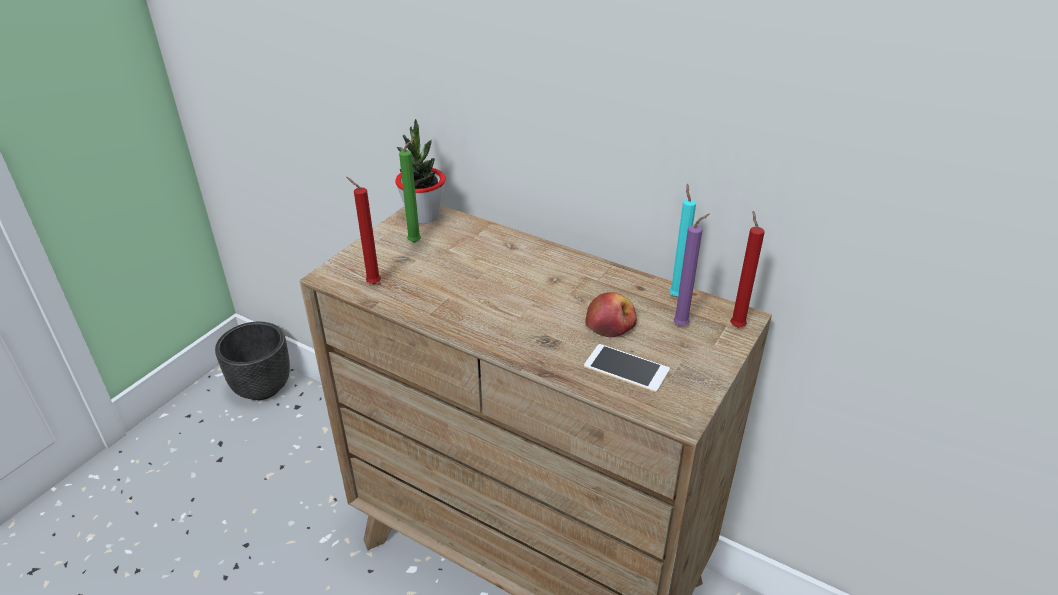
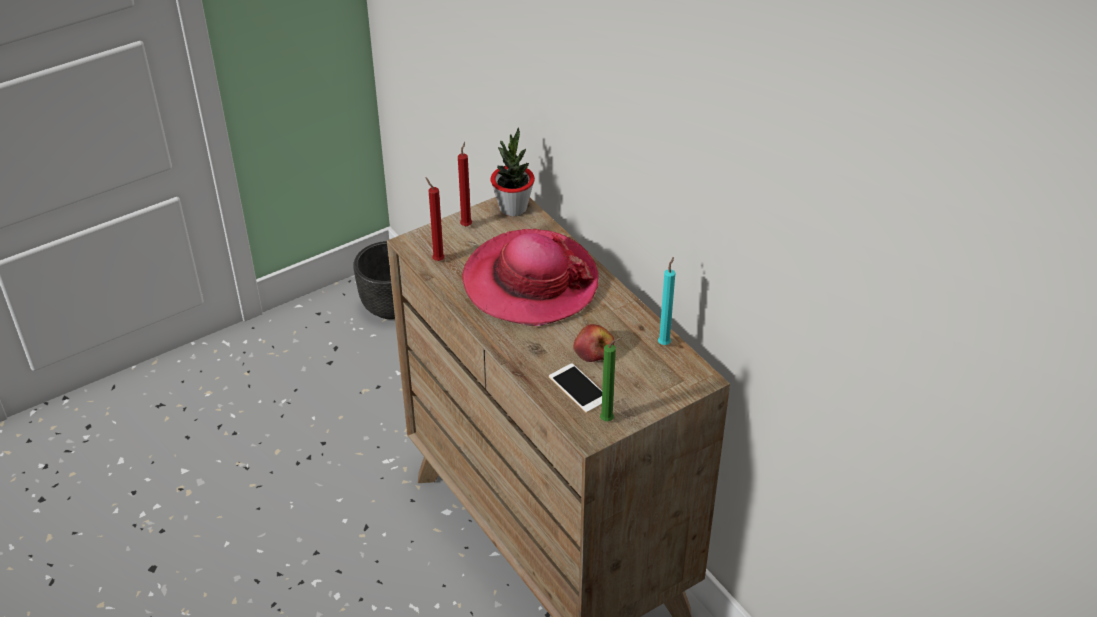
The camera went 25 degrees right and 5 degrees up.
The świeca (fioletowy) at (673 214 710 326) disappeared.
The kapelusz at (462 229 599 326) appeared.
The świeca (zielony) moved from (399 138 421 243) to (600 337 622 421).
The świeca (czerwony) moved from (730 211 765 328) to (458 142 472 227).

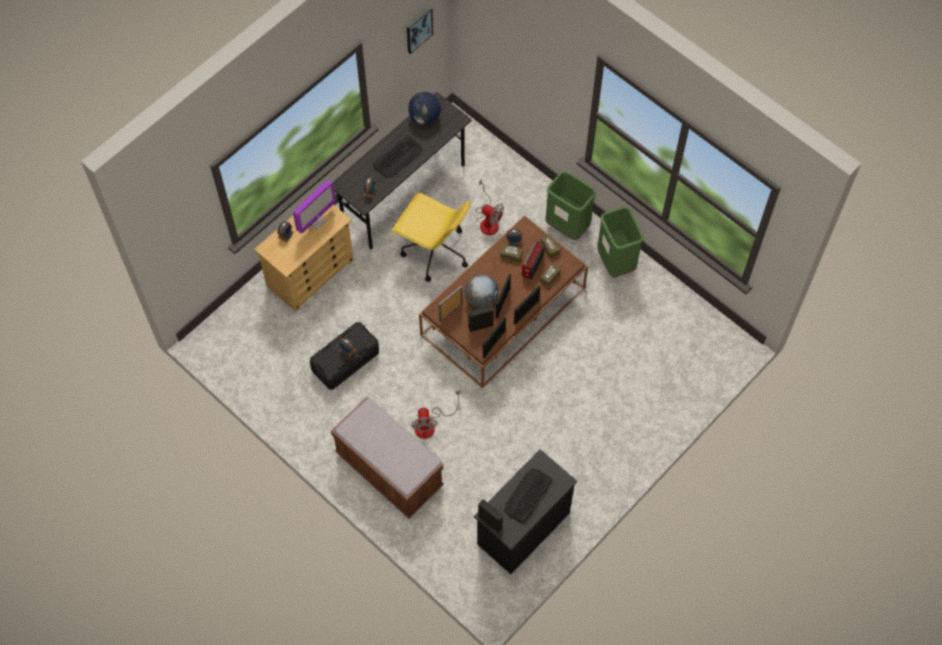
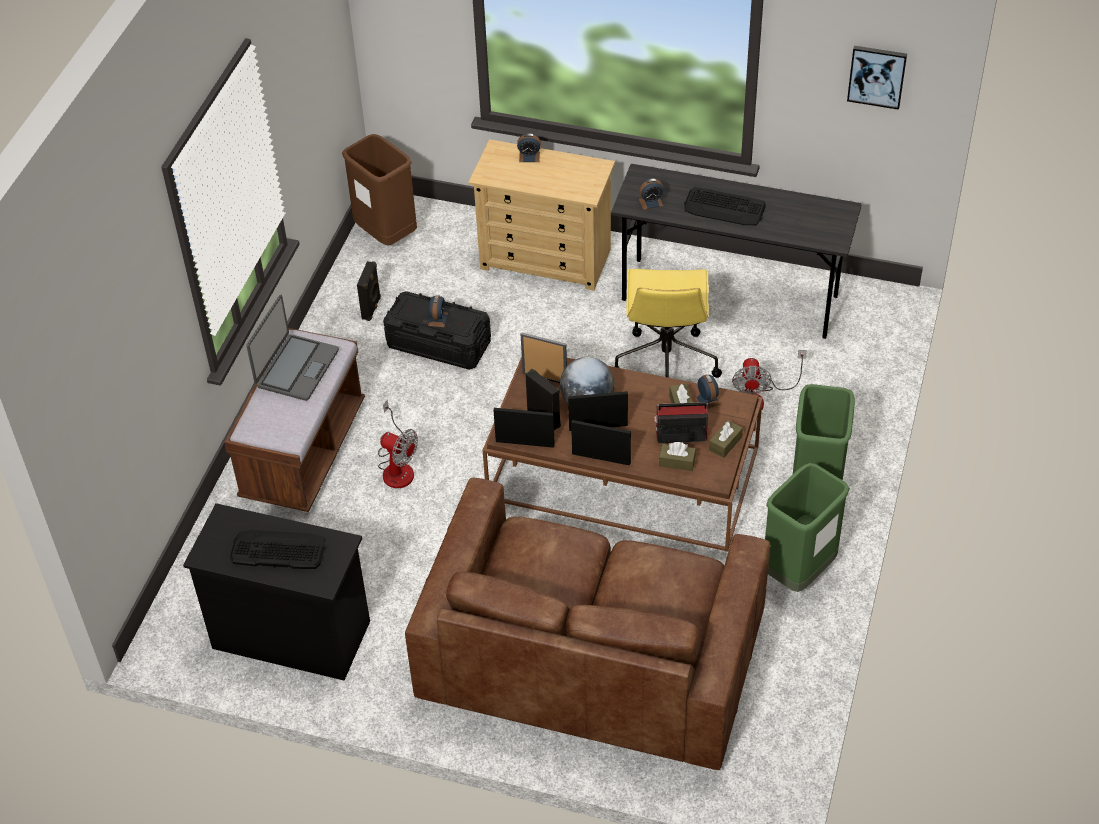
The camera went 65 degrees right and 15 degrees down.
The monitor at (293 180 336 233) disappeared.
The globus at (408 92 441 125) disappeared.
The laptop at (246 295 339 401) appeared.
The kosz na śmieci (brązowy) at (342 134 417 246) appeared.
The kanapa (brązowy) at (405 478 770 770) appeared.
The głośnik (czarny) moved from (478 499 503 533) to (357 261 381 321).
The wentylator at (411 391 461 439) turned 120 degrees counterclockwise.

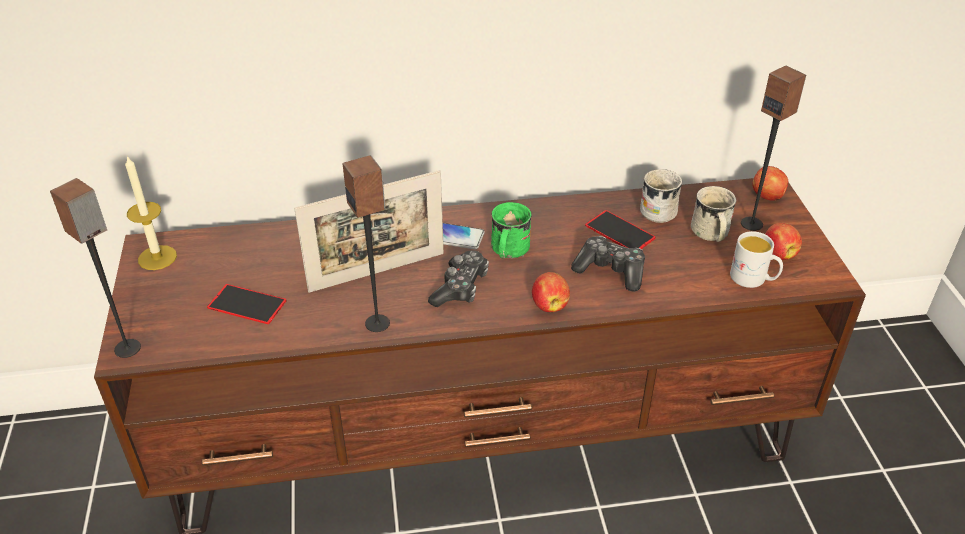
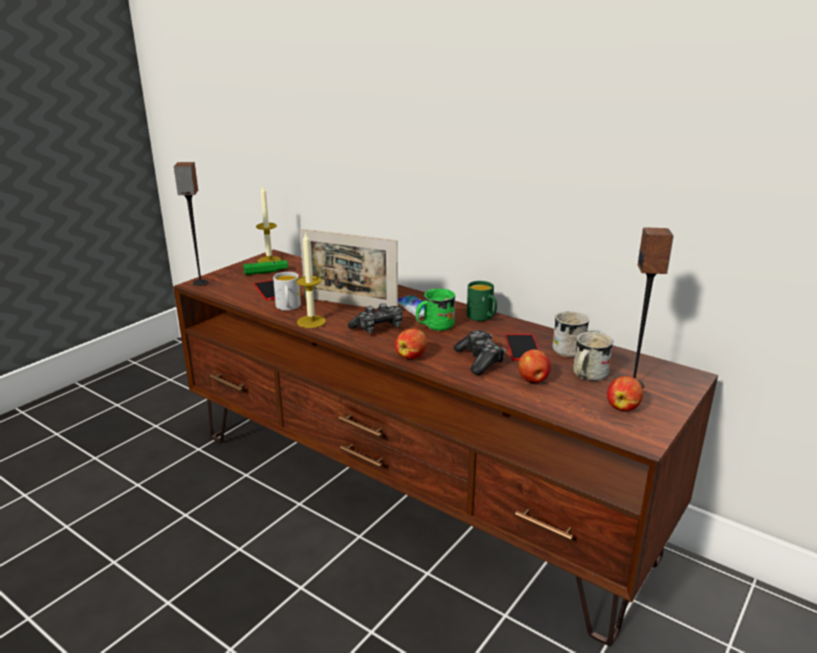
The camera went 45 degrees right and 15 degrees down.
The pad do gier (zielony) at (243 260 288 275) appeared.
The kubek (zielony) at (467 281 497 321) appeared.
The kubek (biały) moved from (730 231 783 288) to (273 272 301 311).
The jabłko moved from (752 166 788 201) to (518 349 551 383).
The głośnik at (343 155 390 332) was replaced by the świeca at (296 231 326 328).

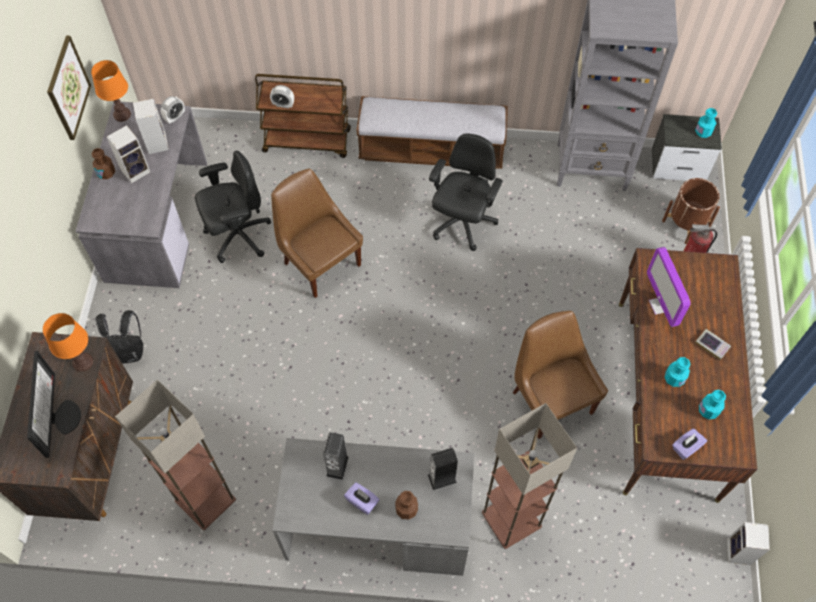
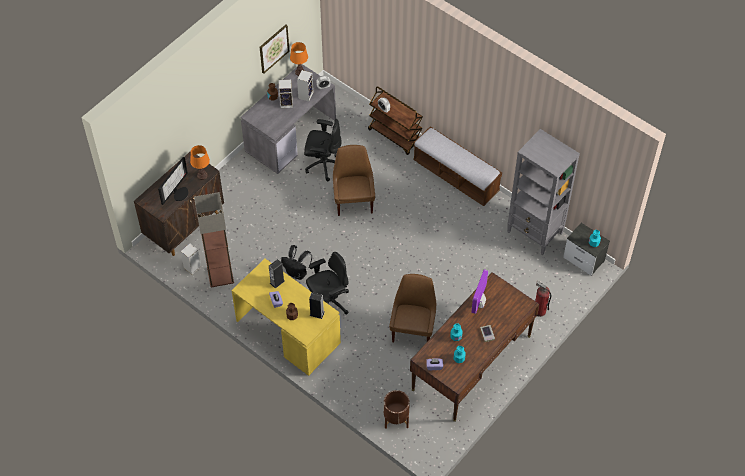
The camera went 35 degrees right and 5 degrees down.
The lampa stojąca at (482 403 577 549) disappeared.
The plecak (czarny) moved from (95 310 143 364) to (281 245 312 280).
The krzesło biurowe (czarny) moved from (429 134 503 251) to (306 252 349 315).
The donica (brązowy) moved from (662 178 720 244) to (384 390 410 429).
The głośnik moved from (727 522 770 565) to (180 243 201 275).
The biurko (szary) at (272 438 474 576) became the biurko (żółty) at (231 259 341 376).

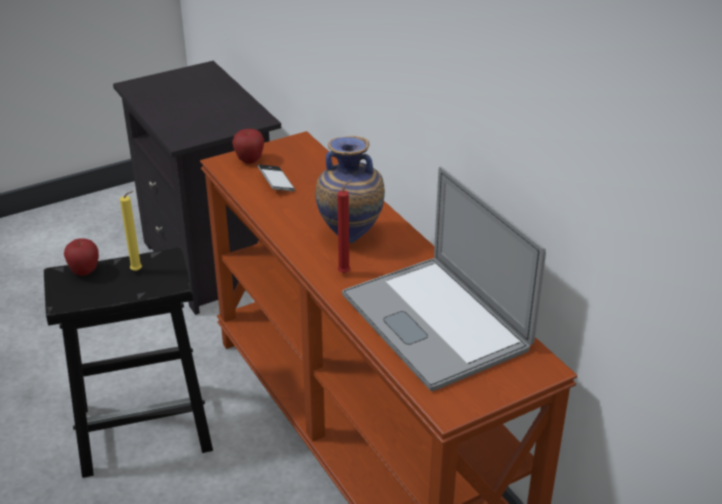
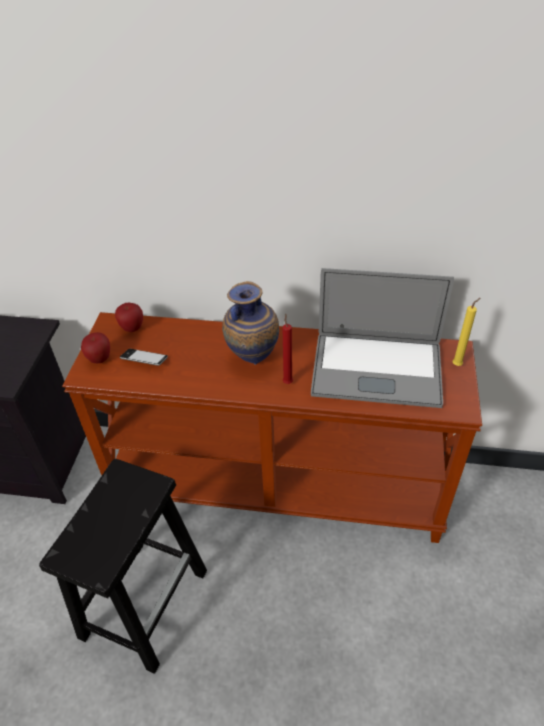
The camera went 50 degrees left and 10 degrees up.
The jabłko moved from (64 238 99 276) to (115 303 143 332).
The świeca (żółty) moved from (120 191 142 271) to (453 298 480 366).

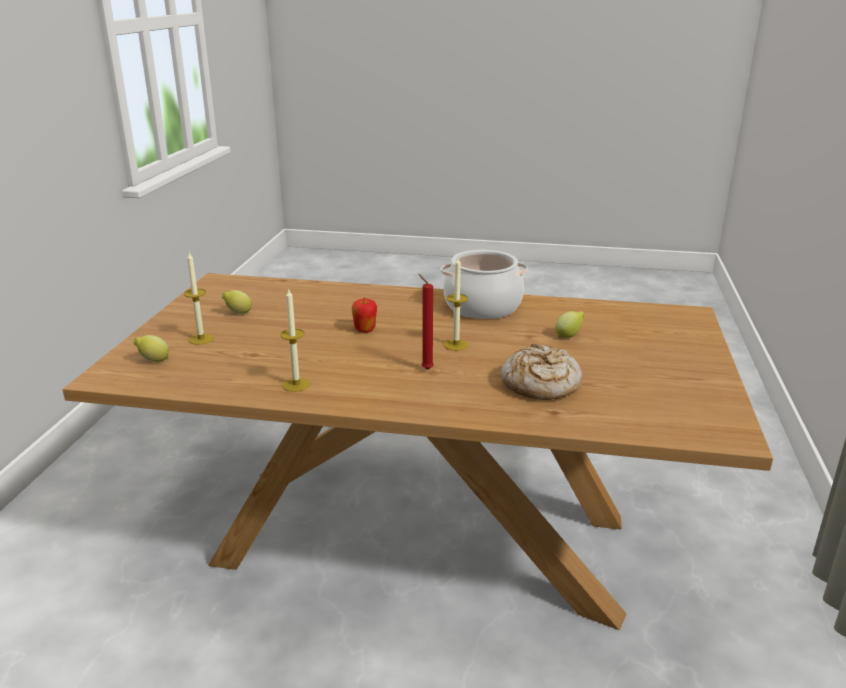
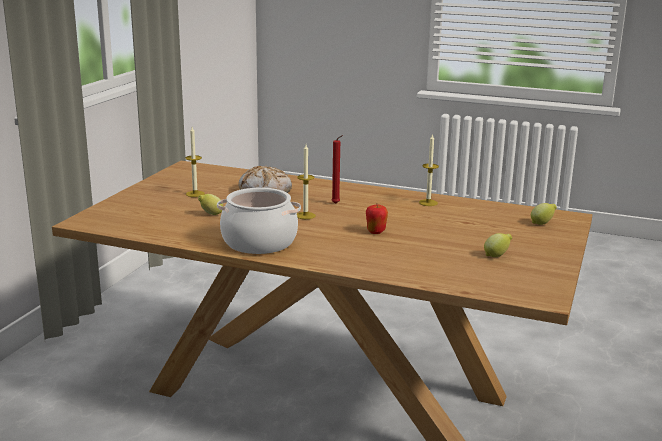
The camera went 170 degrees left and 5 degrees down.
The świeca moved from (184 253 214 345) to (186 127 205 197).

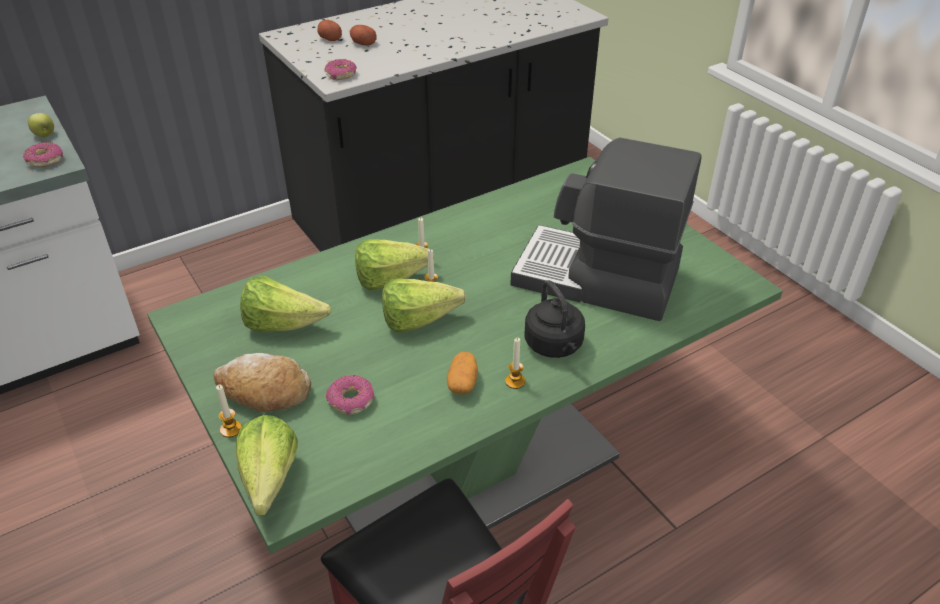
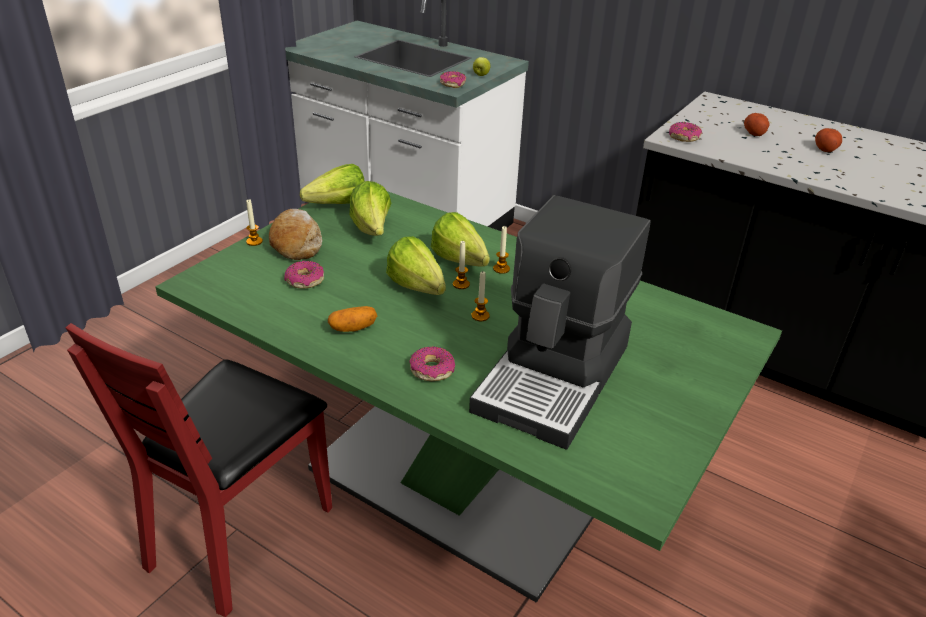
The camera went 65 degrees right and 5 degrees down.
The sałata moved from (236 415 298 515) to (300 164 365 204).
The ziemniak moved from (317 20 342 41) to (815 128 842 152).
The świeca moved from (505 338 525 389) to (471 272 490 321).
The czajnik (czarny) at (524 280 585 358) was replaced by the donut at (409 346 455 381).
The ekspres do kawy at (510 137 702 321) turned 150 degrees counterclockwise.

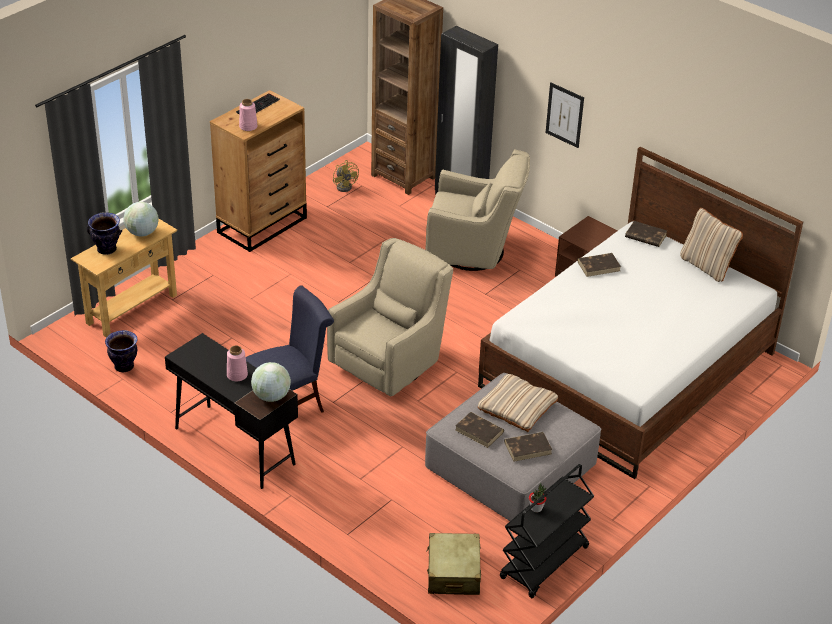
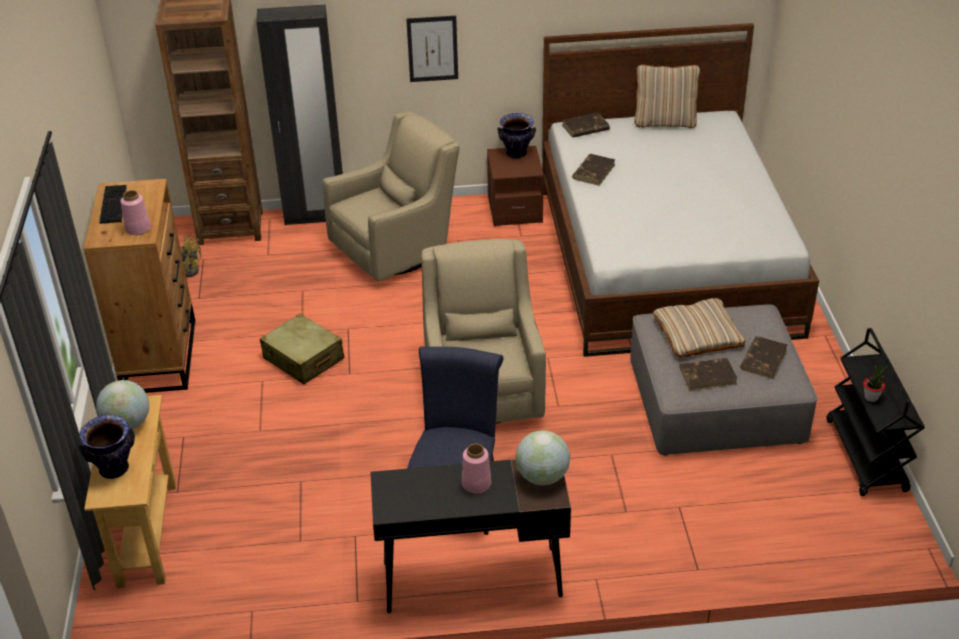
The camera went 45 degrees left and 0 degrees up.
The wazon moved from (105 330 137 372) to (498 113 536 159).
The walizka (beżowy) moved from (426 533 481 595) to (260 314 344 384).

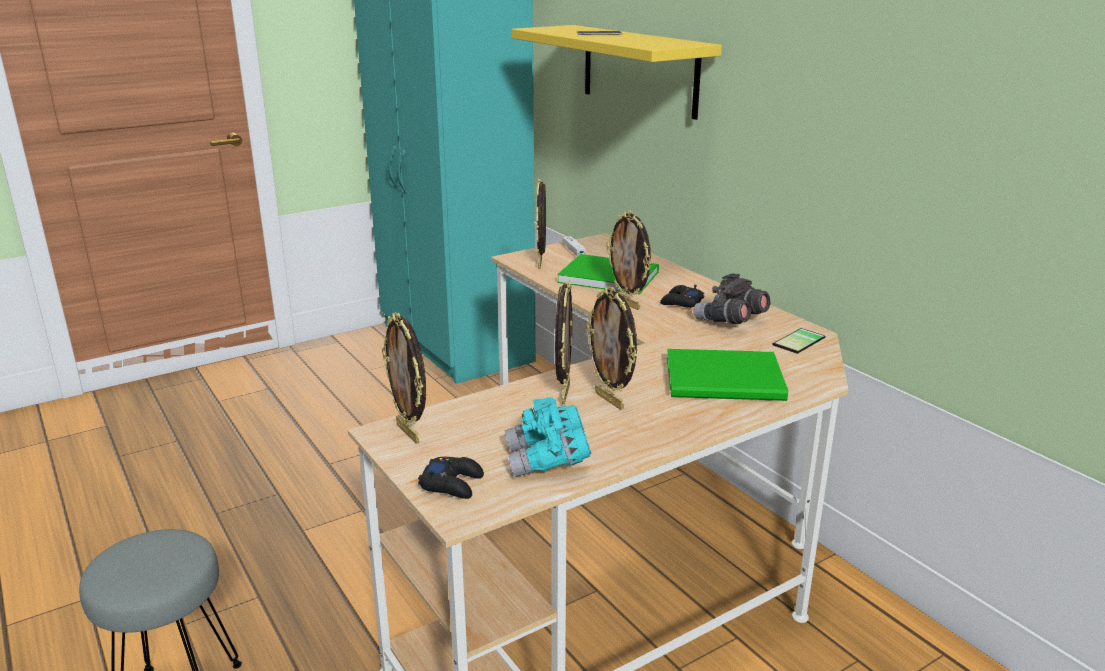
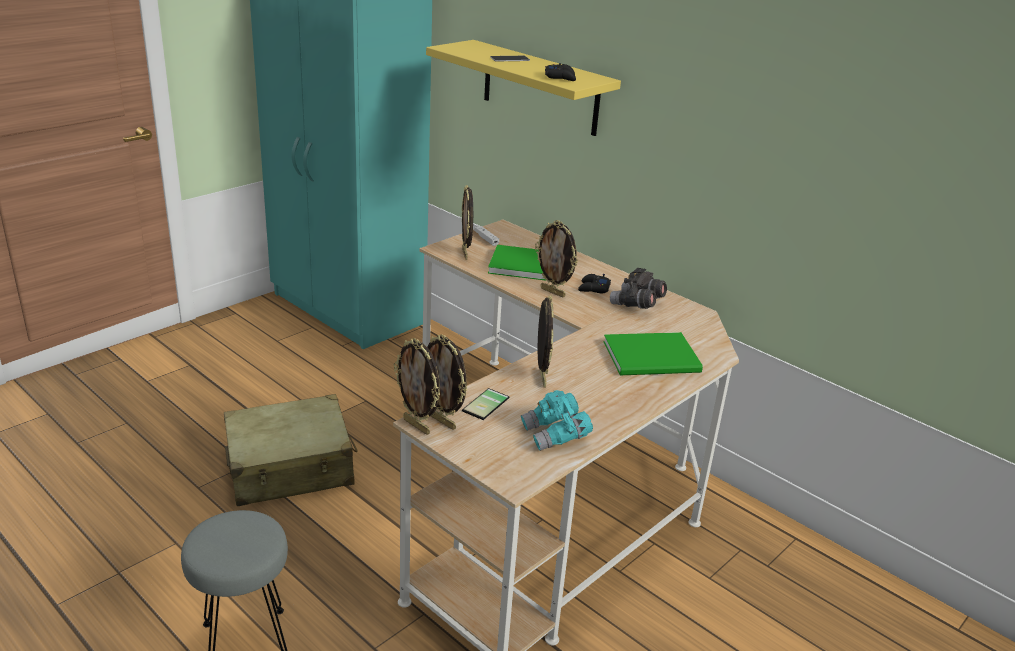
The camera went 15 degrees left and 5 degrees up.
The walizka (beżowy) at (224 394 358 506) appeared.
The pad do gier (czarny) moved from (418 456 484 499) to (545 63 576 81).
The ramka na zdjęcie moved from (586 286 637 410) to (394 338 440 435).
The telefon moved from (773 328 825 354) to (462 388 510 420).

